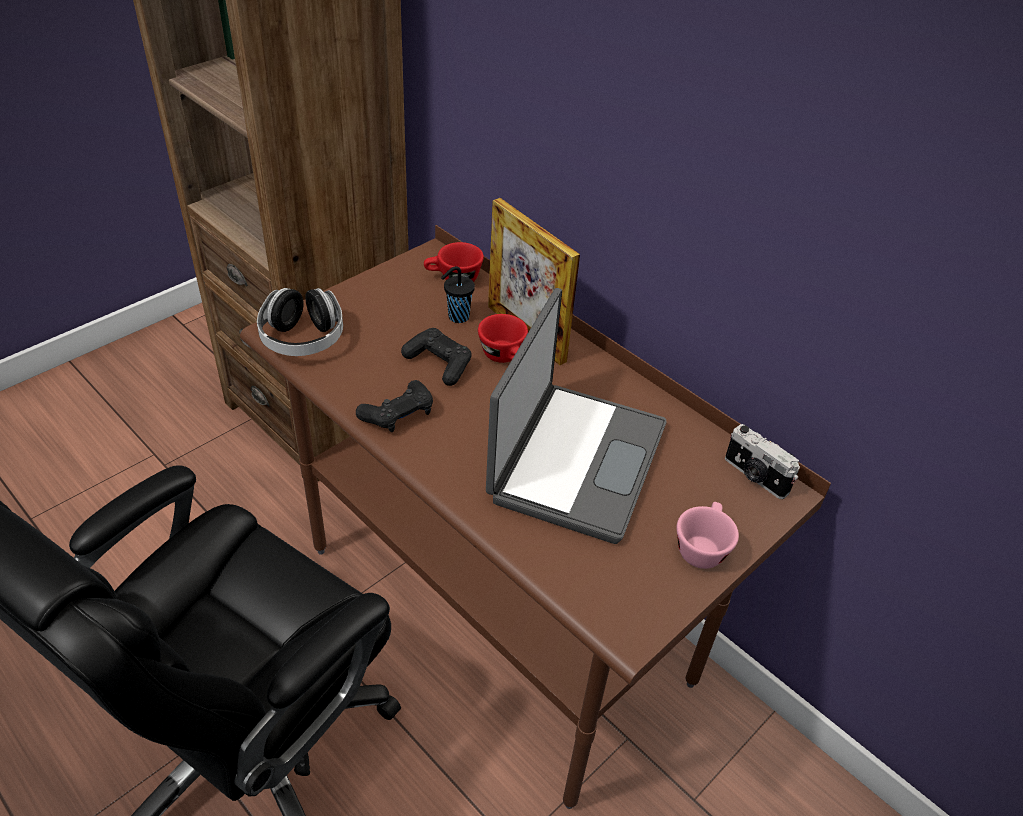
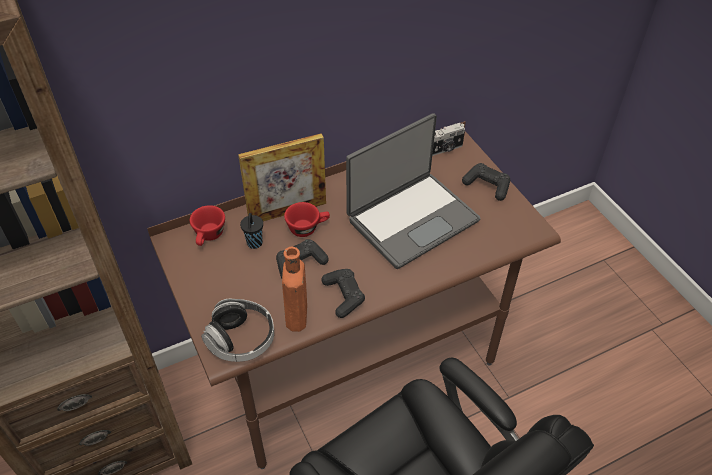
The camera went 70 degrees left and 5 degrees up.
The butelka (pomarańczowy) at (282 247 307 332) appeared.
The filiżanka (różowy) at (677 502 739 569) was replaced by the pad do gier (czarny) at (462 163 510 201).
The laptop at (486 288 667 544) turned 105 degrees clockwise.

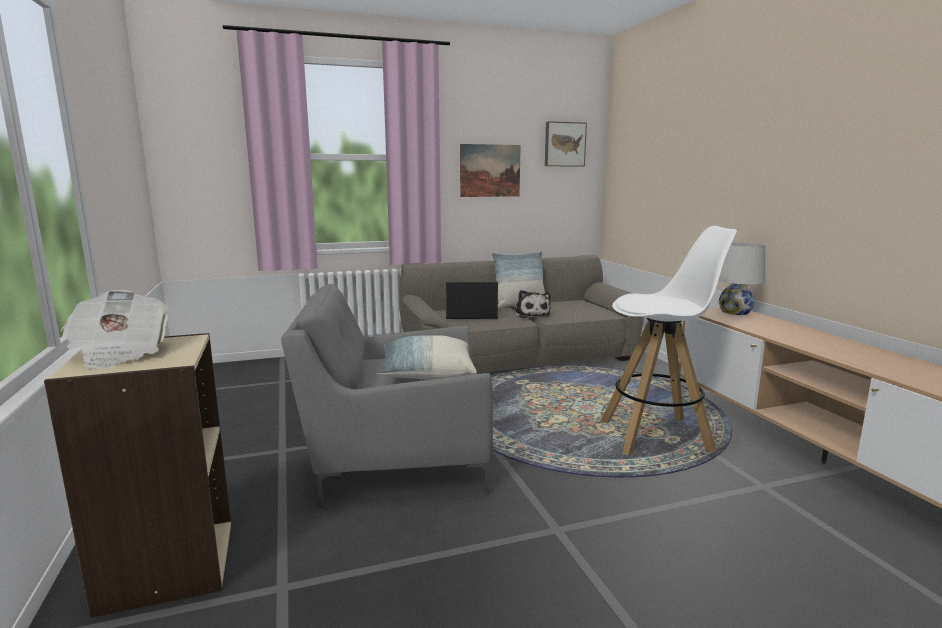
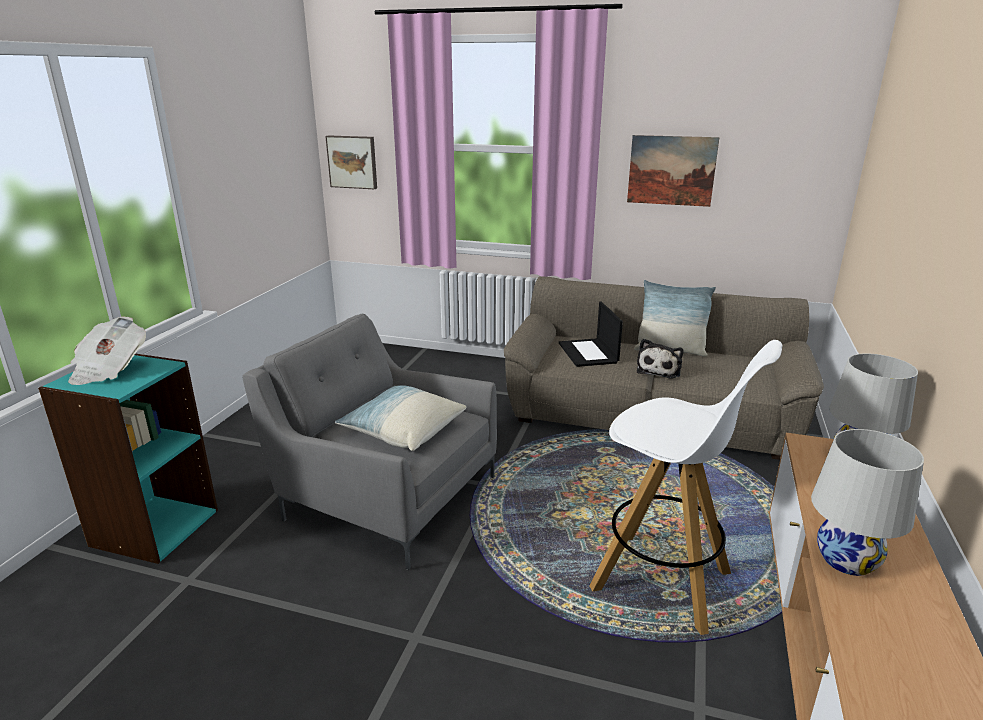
The camera went 35 degrees right and 10 degrees up.
The lampa stołowa (biały) at (811 429 924 576) appeared.
The obraz moved from (545 121 587 166) to (325 136 377 189).
The regał (beżowy) at (44 333 231 618) became the regał (turkusowy) at (38 354 218 564).
The laptop at (446 282 498 319) turned 135 degrees counterclockwise.

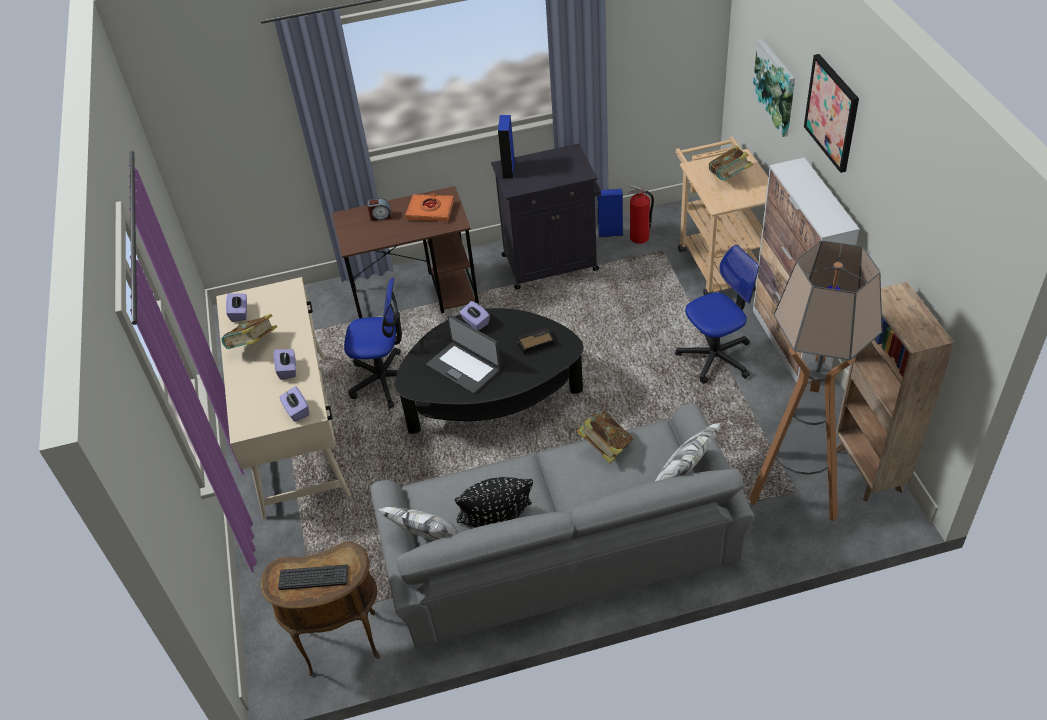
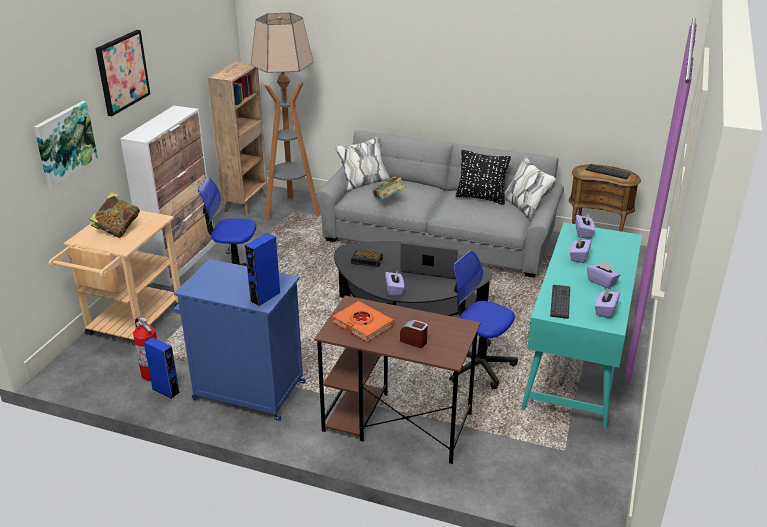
The camera went 150 degrees left and 15 degrees down.
The klawiatura at (550 285 570 319) appeared.
The książka at (221 314 277 349) was replaced by the pudełko chusteczek (fioletowy) at (587 260 620 289).
The biurko (beżowy) at (216 277 351 519) became the biurko (turkusowy) at (521 223 642 430).
The szafka (czarny) at (491 144 601 290) became the szafka (niebieski) at (174 259 306 421).
The laptop at (426 314 501 394) turned 60 degrees counterclockwise.

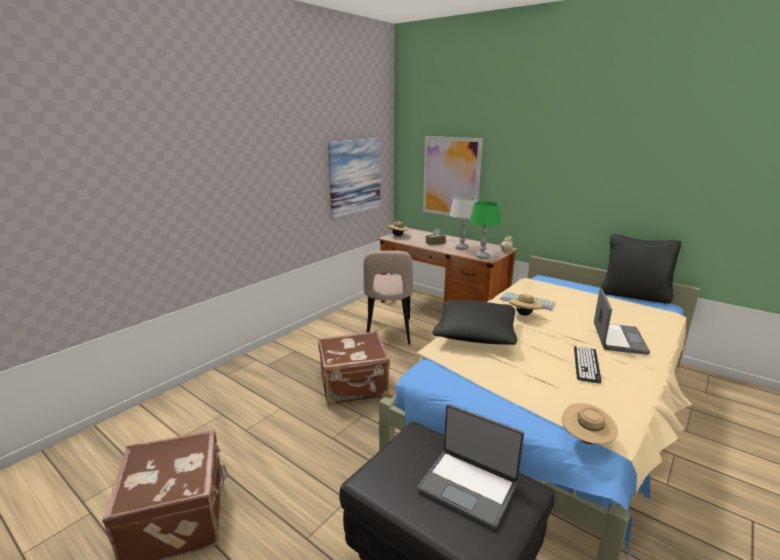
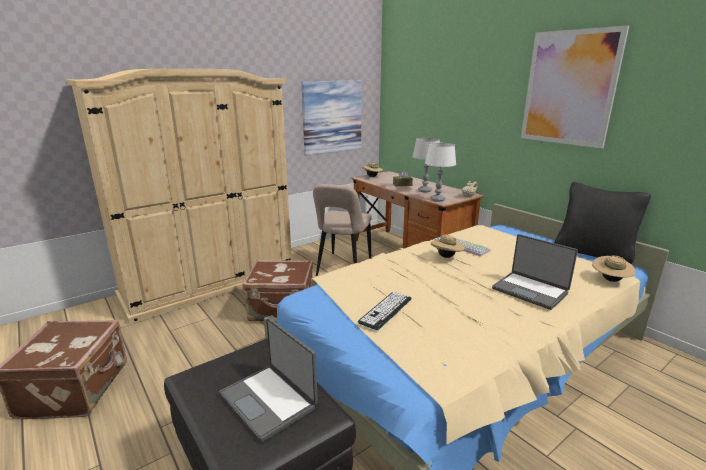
The camera went 15 degrees right and 0 degrees up.
The poduszka (czarny) at (433 300 517 345) disappeared.
The szafa (beżowy) at (66 69 292 324) appeared.
The obraz moved from (423 136 483 219) to (521 25 629 148).
The kapelusz (beżowy) moved from (562 403 618 444) to (592 256 636 282).
The klawiatura moved from (574 346 602 384) to (358 292 412 330).
The lampa stołowa (zielony) at (470 202 501 259) became the lampa stołowa (biały) at (425 143 456 202).
The laptop at (594 288 650 355) turned 105 degrees clockwise.

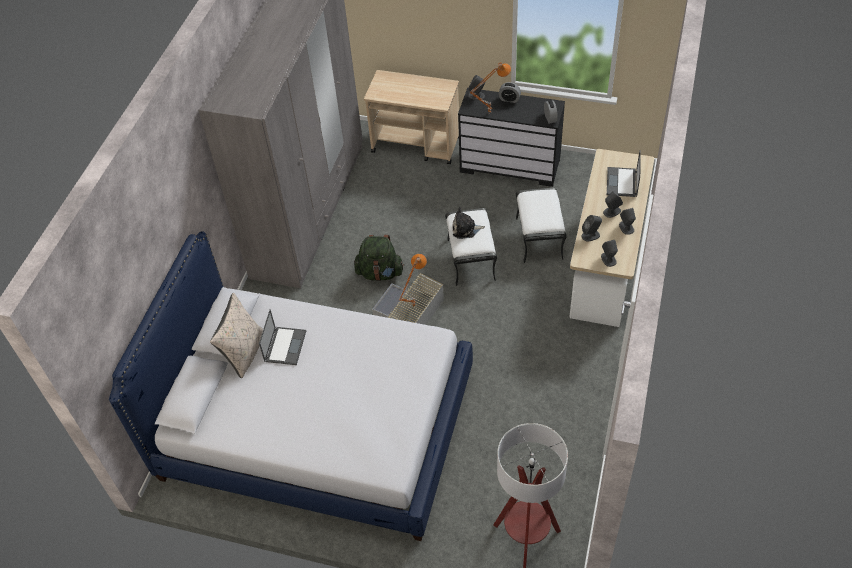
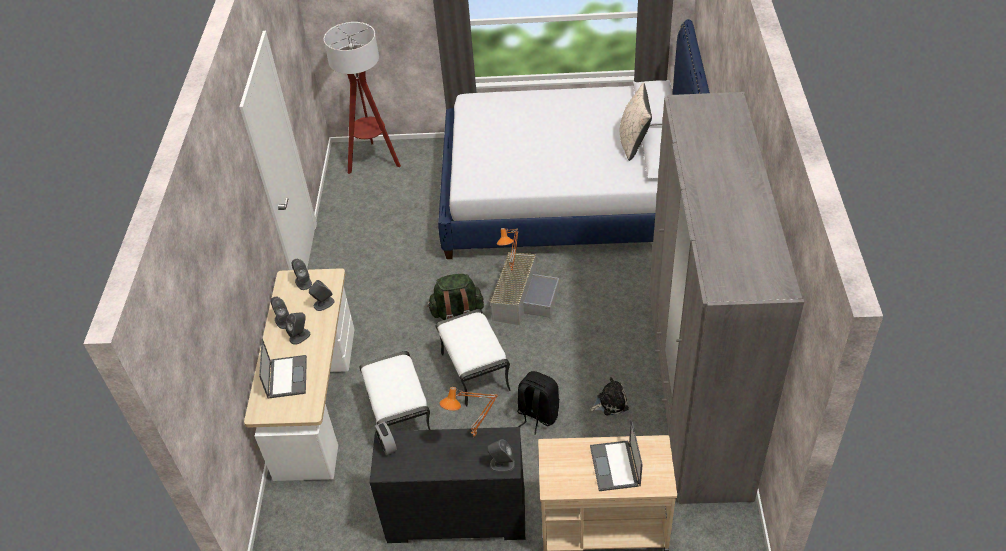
The camera went 165 degrees right and 5 degrees down.
The budzik at (499 82 521 103) disappeared.
The plecak (czarny) at (517 371 560 435) appeared.
The laptop moved from (259 309 306 365) to (590 419 643 491).
The plecak (zielony) moved from (354 235 404 281) to (427 274 484 320).
The pluszak moved from (452 207 485 239) to (589 377 629 415).

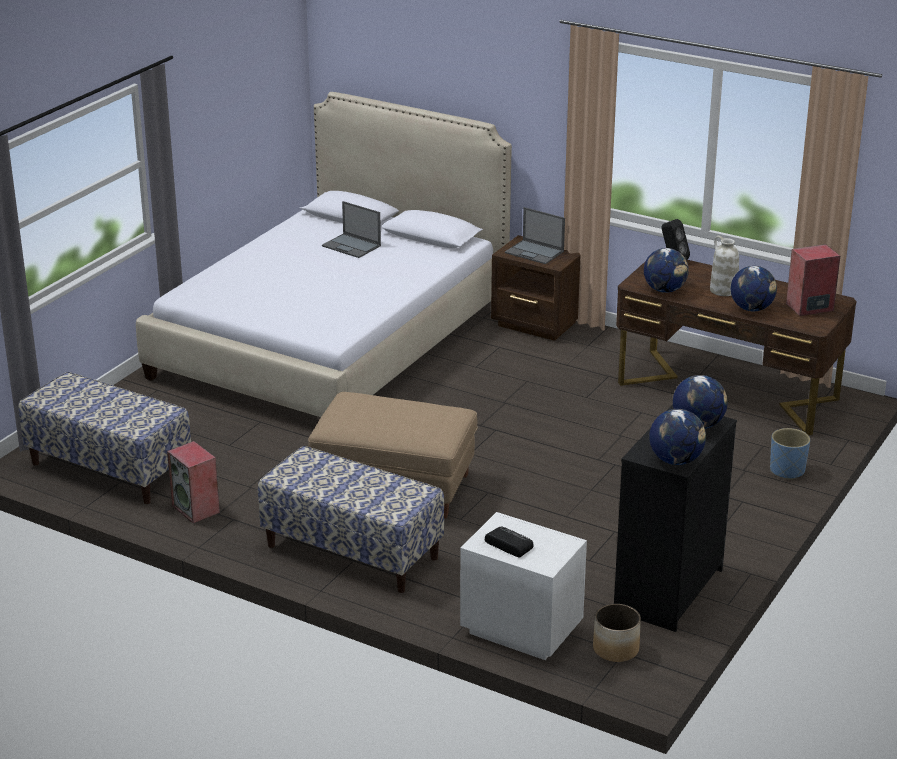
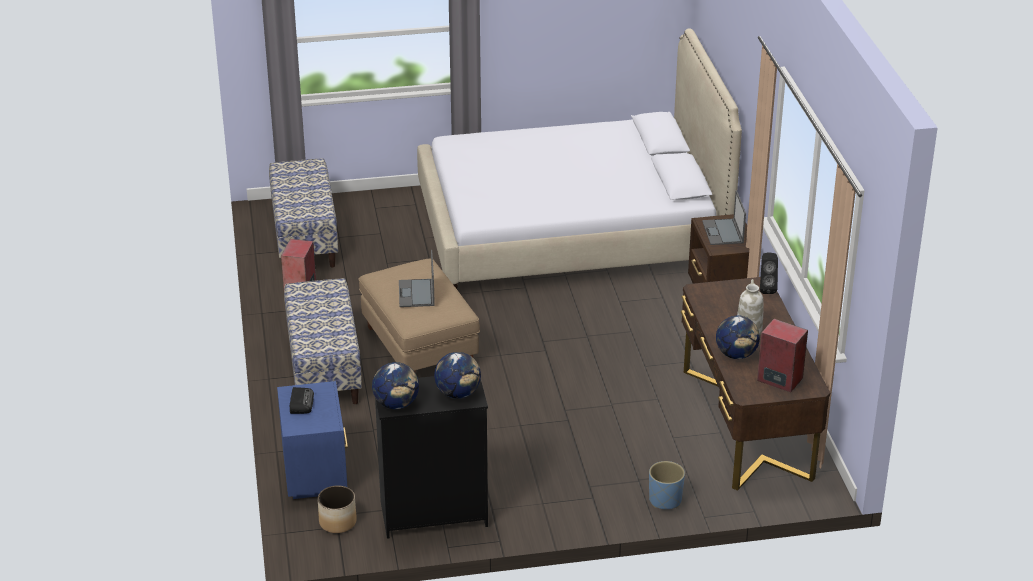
The camera went 50 degrees right and 5 degrees up.
The globus at (644 248 689 293) disappeared.
The laptop moved from (322 201 381 258) to (399 250 435 307).
The szafka nocna (biały) at (460 512 587 660) became the szafka nocna (niebieski) at (277 381 348 499).

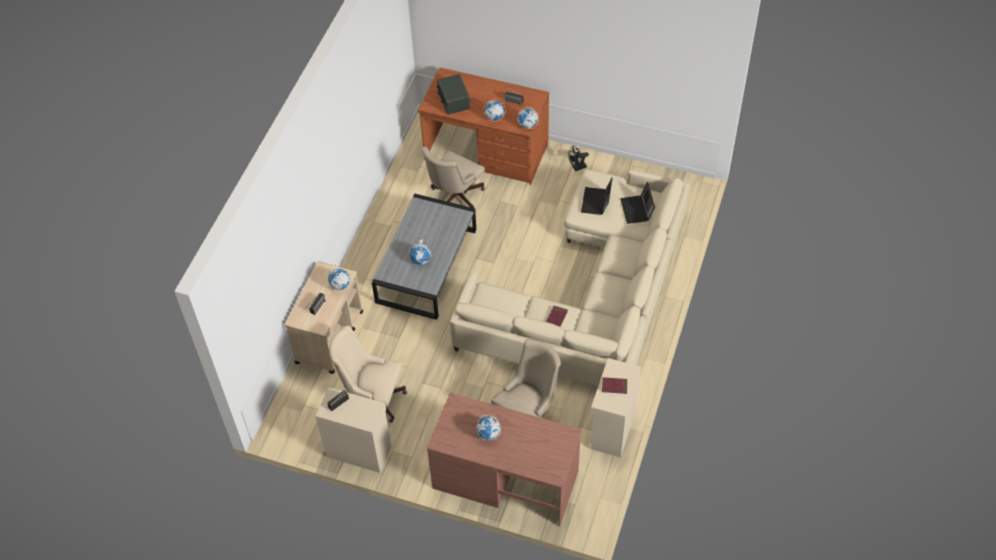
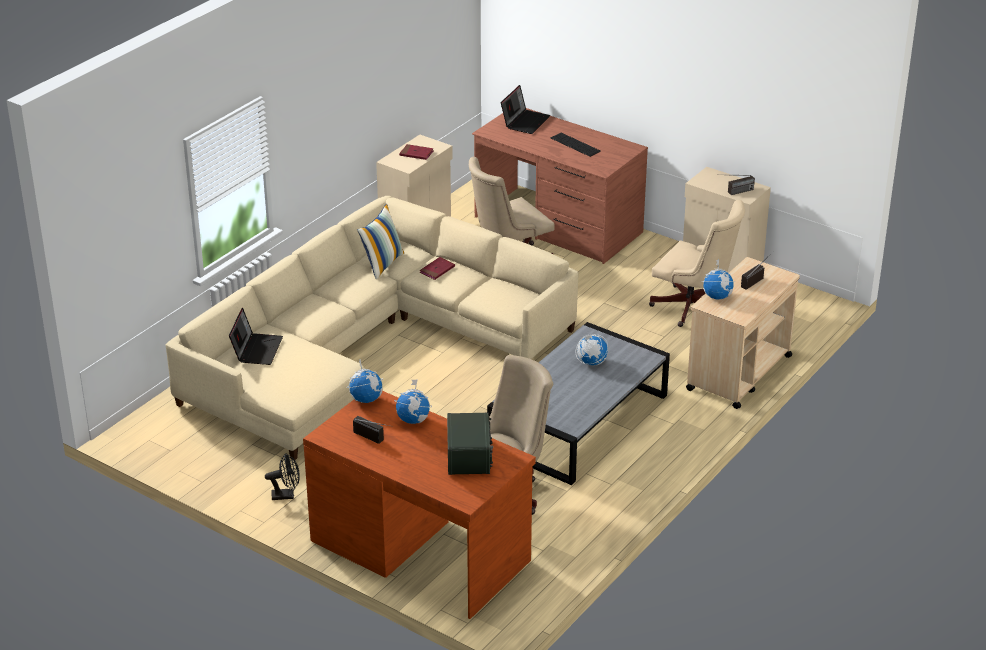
The camera went 165 degrees left and 20 degrees down.
The poduszka at (357 204 404 280) appeared.
The laptop moved from (581 177 613 215) to (501 85 550 134).
The globus at (476 415 501 440) was replaced by the klawiatura at (551 133 601 157).

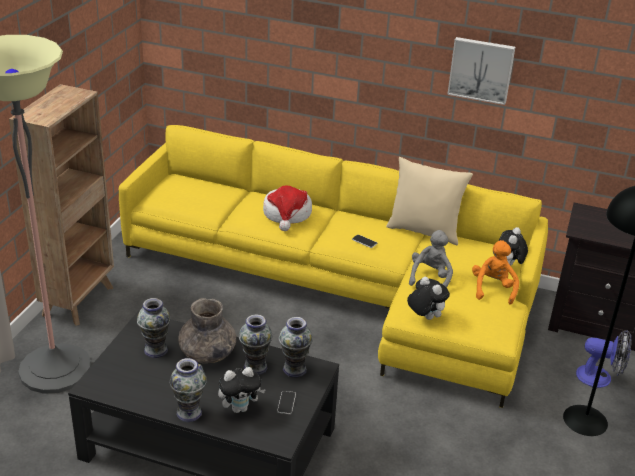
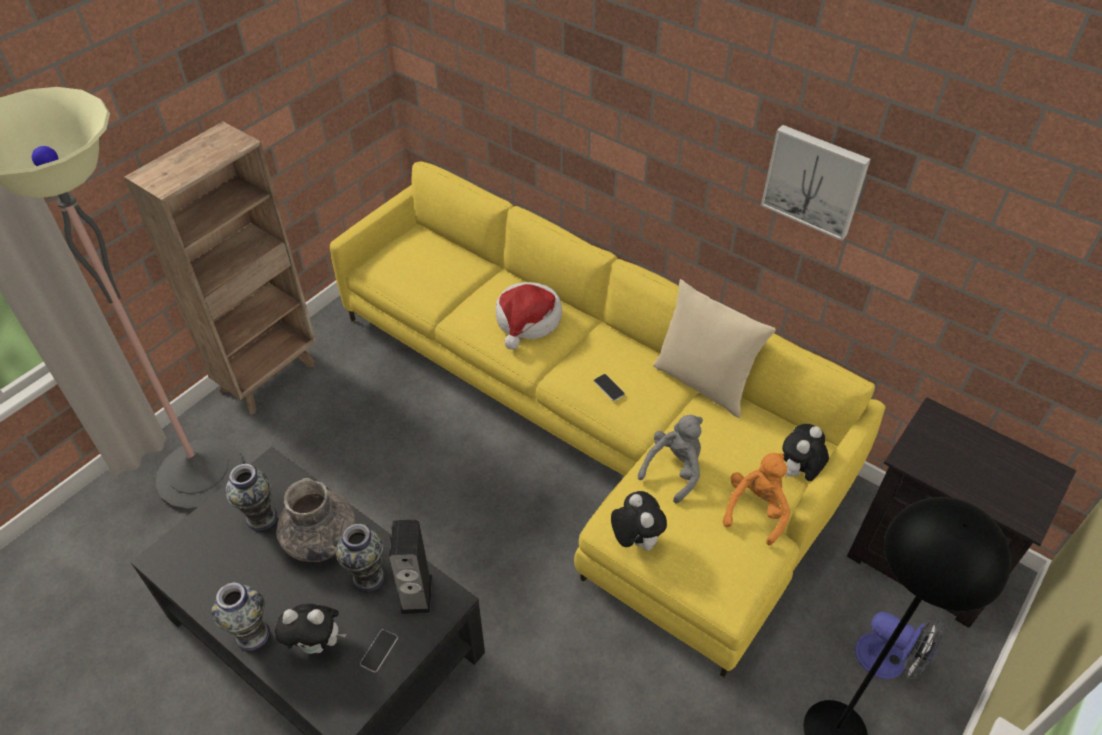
The camera went 20 degrees right and 15 degrees up.
The wazon at (279 317 313 378) was replaced by the głośnik at (389 520 432 614).

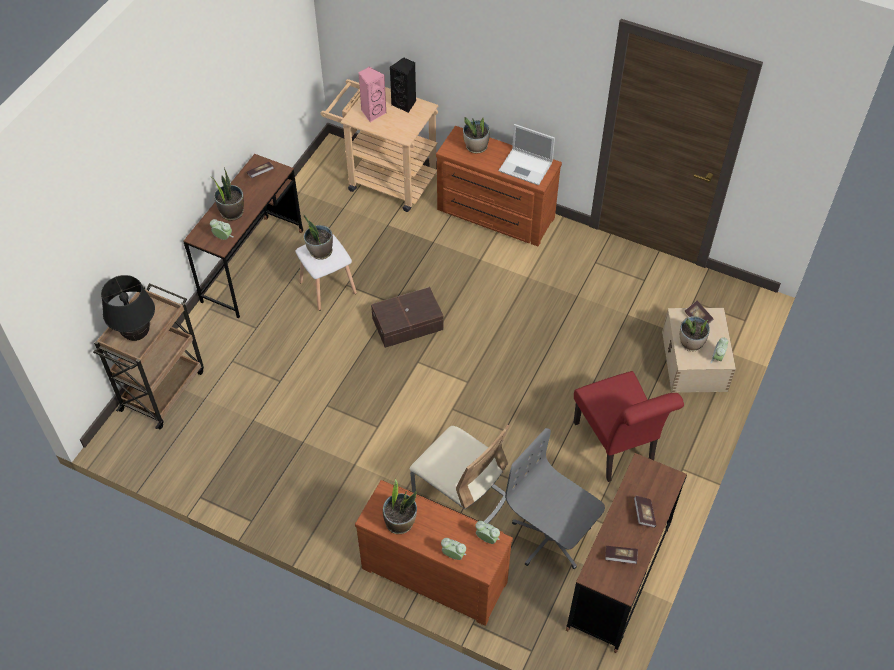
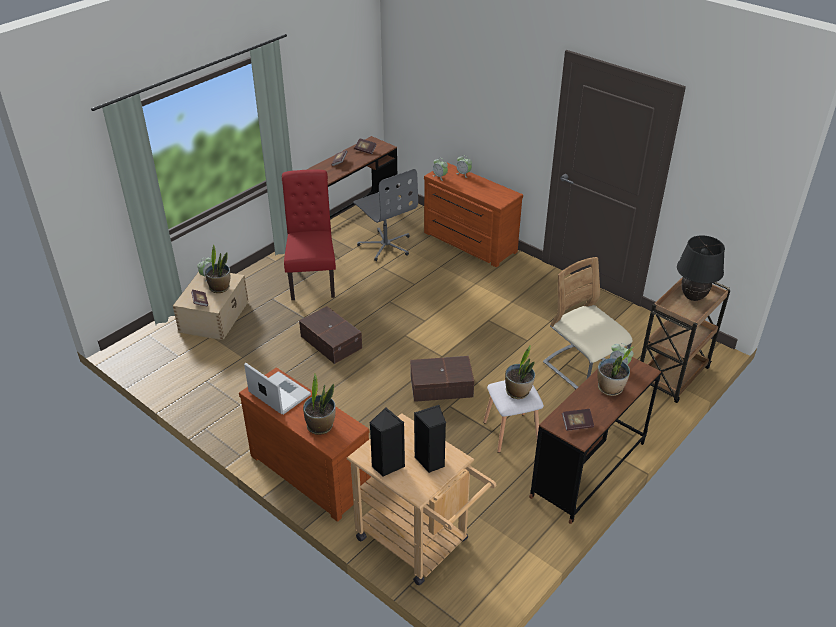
The camera went 165 degrees left and 15 degrees down.
The roślina doniczkowa at (383 478 417 534) disappeared.
The pojemnik do przechowywania (brązowy) at (299 306 362 364) appeared.
The krzesło (beżowy) moved from (410 424 509 523) to (543 257 633 390).
The głośnik (różowy) at (358 66 387 122) became the głośnik (czarny) at (414 405 446 473).

